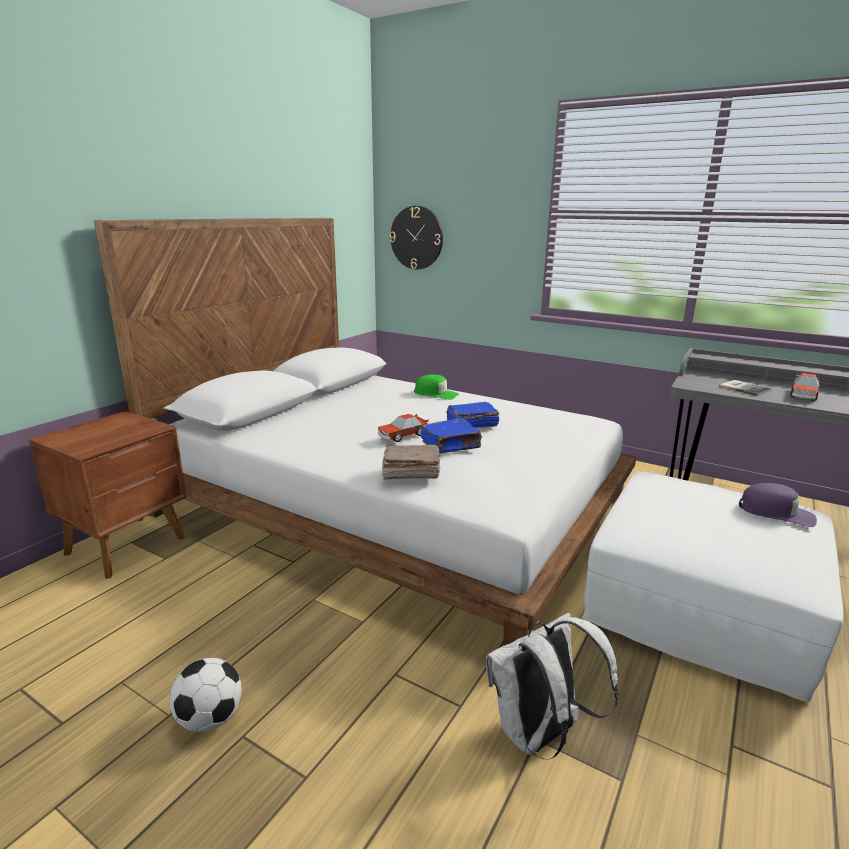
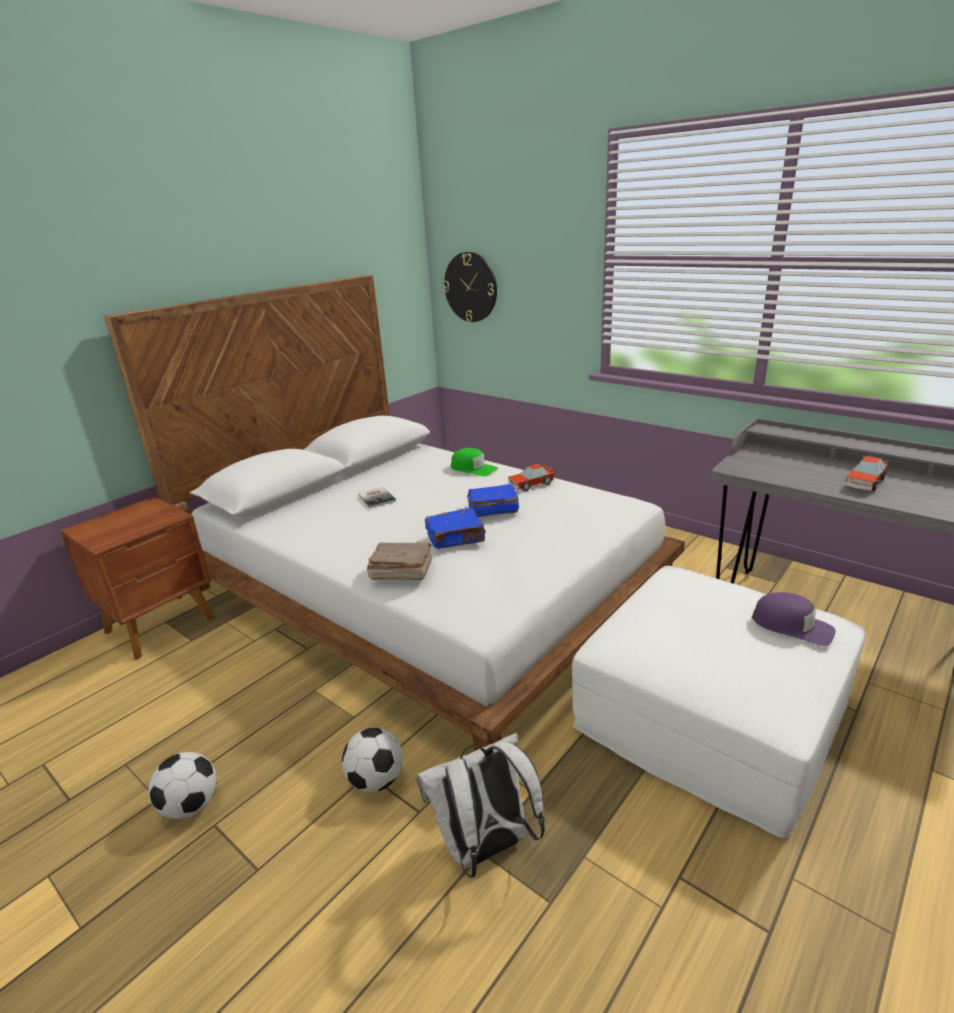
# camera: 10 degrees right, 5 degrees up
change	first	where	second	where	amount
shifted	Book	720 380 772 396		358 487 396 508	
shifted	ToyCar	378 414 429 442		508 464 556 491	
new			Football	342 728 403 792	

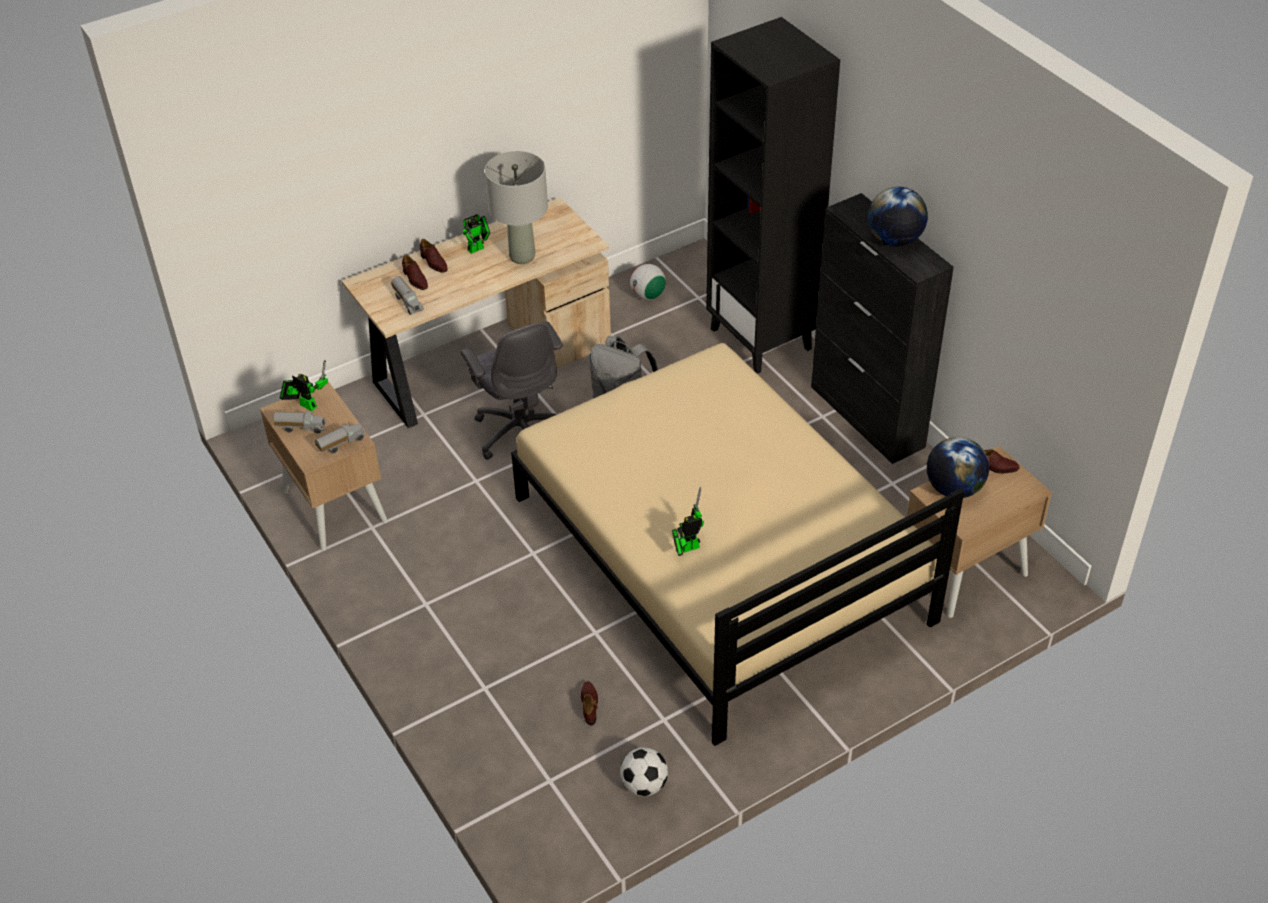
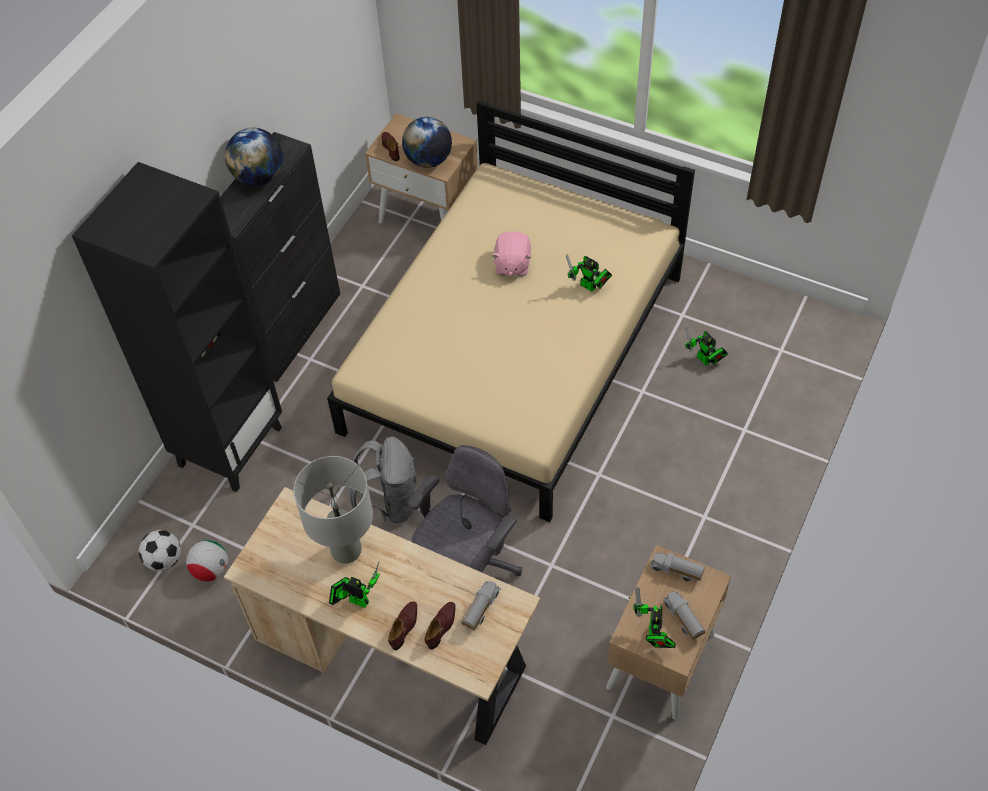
# camera: 120 degrees left, 10 degrees up
change	first	where	second	where	amount
swapped	BrownShoe	581 681 598 725	ToyRobot	685 326 728 365	
shifted	Football	620 747 668 796		139 530 181 571	
new			PinkPlushToy	492 231 531 276	

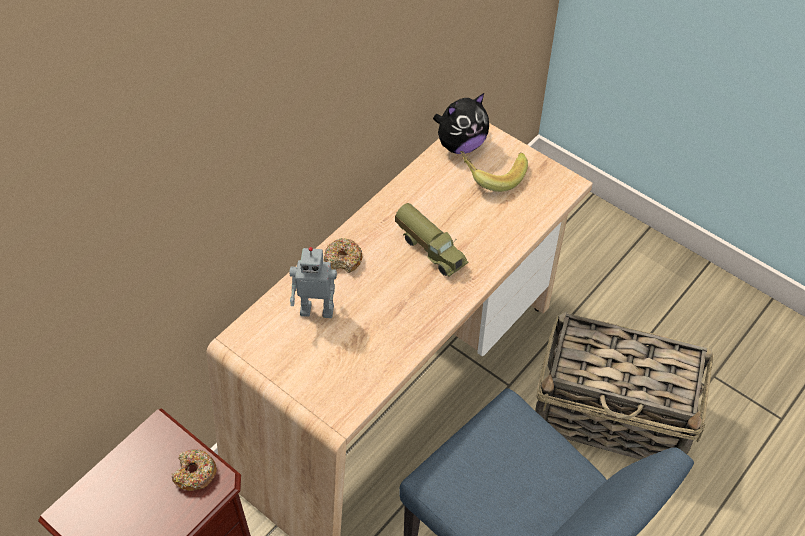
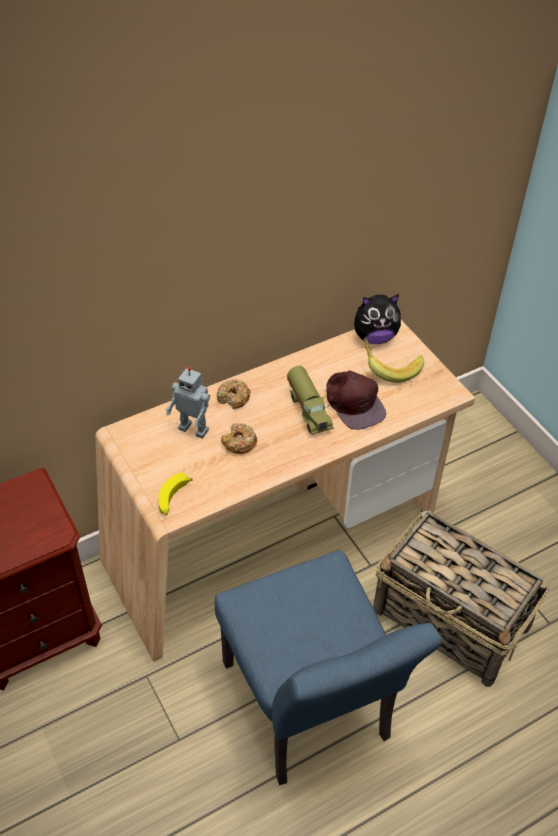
# camera: 20 degrees right, 5 degrees down
change	first	where	second	where	amount
shifted	Donut	172 449 217 491		221 423 257 454	
new			BrownCap	326 370 386 430	
new			Banana	158 473 193 515	

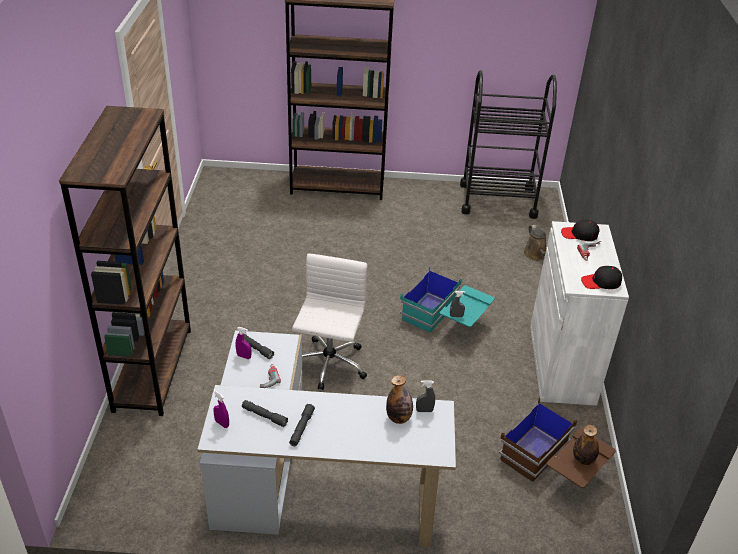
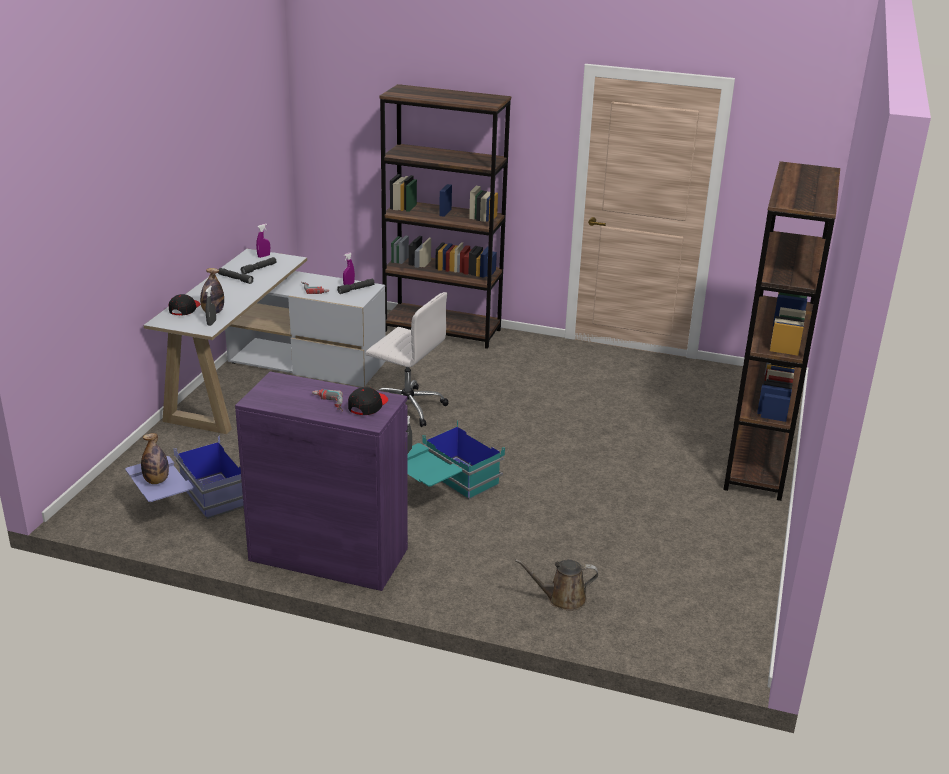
# camera: 105 degrees right, 10 degrees down
change	first	where	second	where	amount
gone	BlackCart	460 70 557 219			
repainted	WhiteCabinet	530 221 629 406	PurpleCabinet	235 371 408 591	
shifted	BlackCap	581 266 622 289		169 294 200 315	
repainted	BrownStorageBox	499 397 616 488	BlueStorageBox	125 436 244 519	

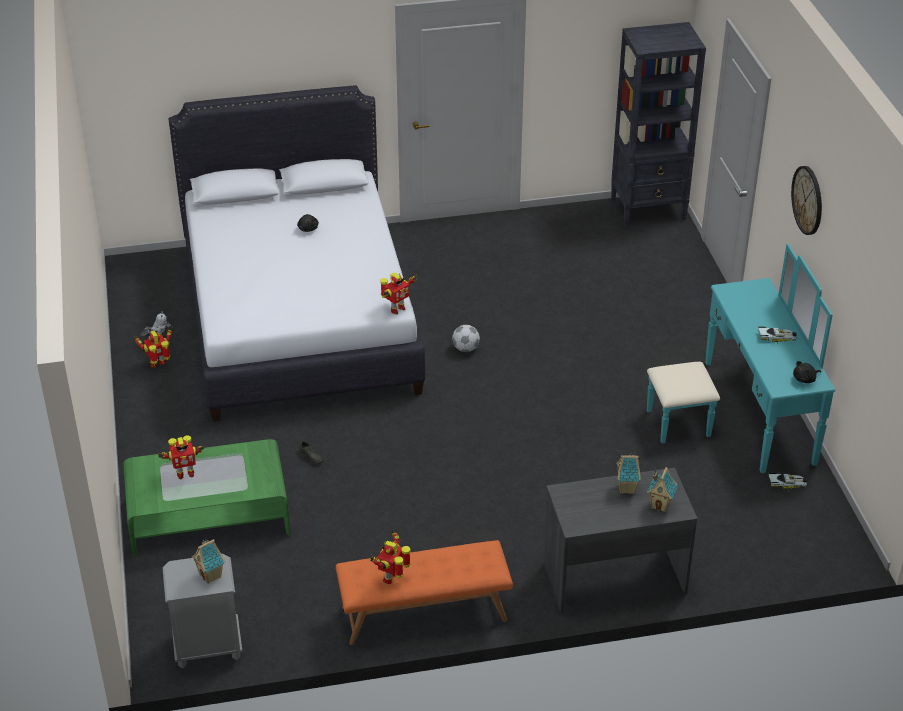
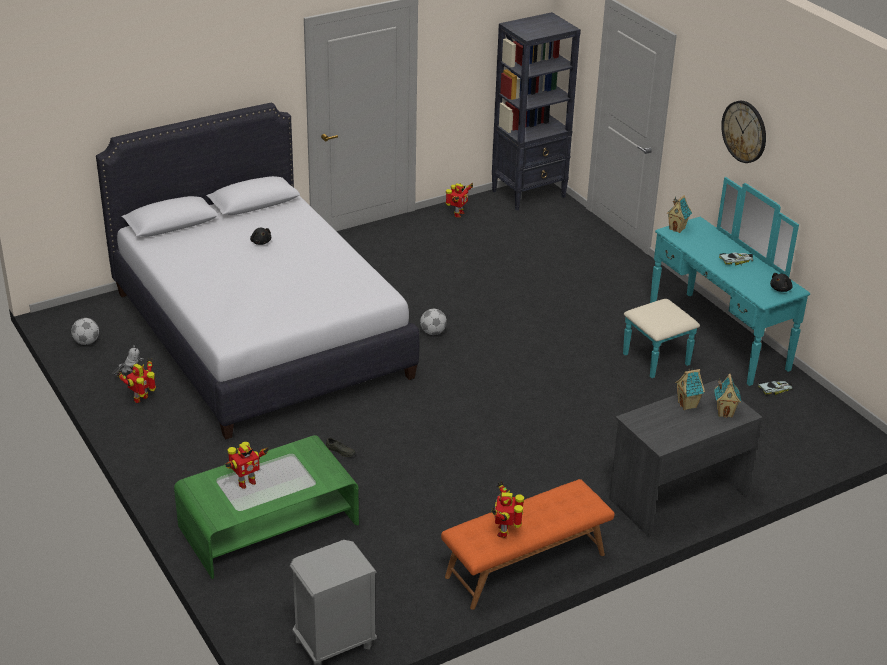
# camera: 20 degrees left, 5 degrees down
change	first	where	second	where	amount
shifted	ToyRobot	380 273 418 314		446 183 473 218	
shifted	ToyHouse	192 538 225 584		666 195 692 233	
new			Football	71 318 99 345	

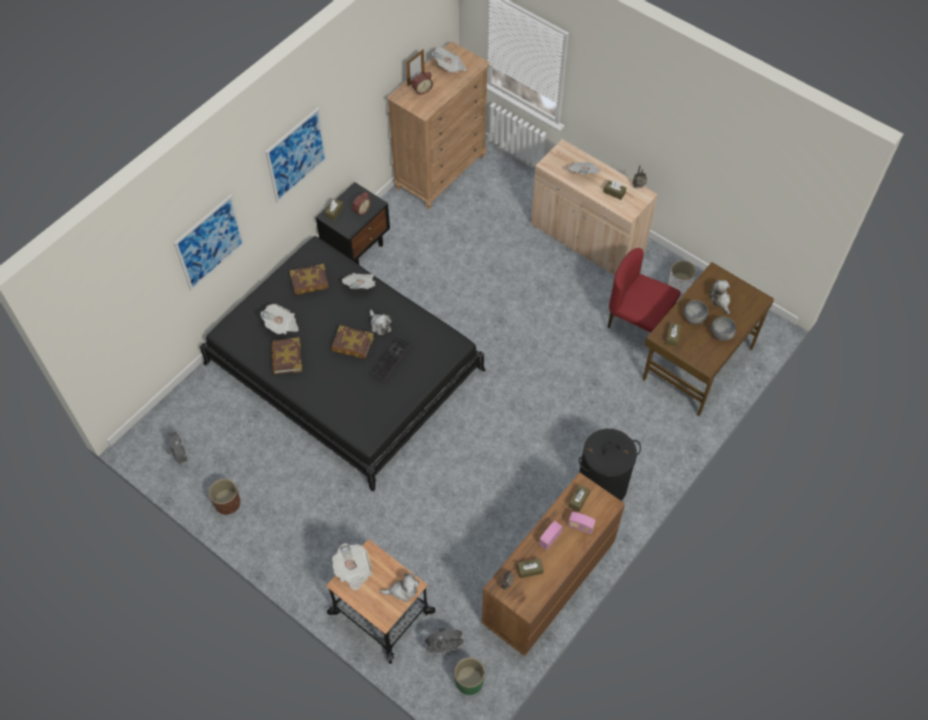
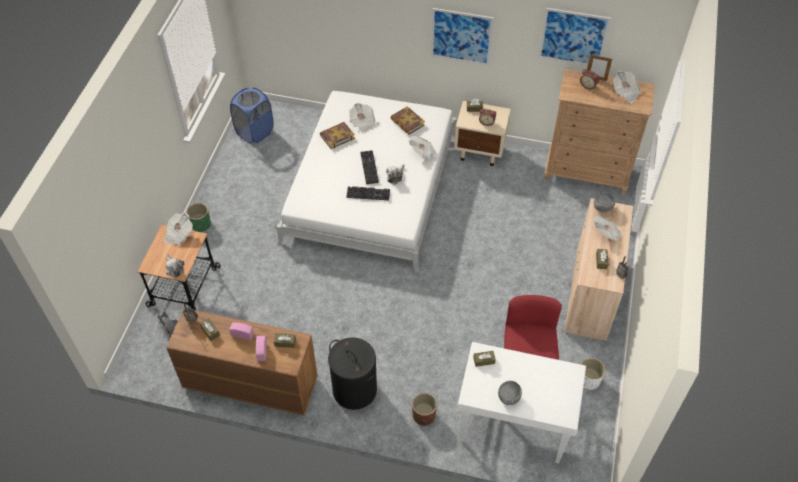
# camera: 65 degrees right, 5 degrees down
change	first	where	second	where	amount
repainted	BlackNightstand	316 182 390 265	BeigeNightstand	454 101 511 166	
shifted	Picture	174 195 245 291		538 8 611 66	
repainted	BlackBed	199 236 486 492	WhiteBed	276 91 457 272	
repainted	BrownDesk	643 262 774 416	WhiteDesk	457 342 586 463	
gone	PlushToy	709 280 730 315			
shifted	GreyBowl	684 300 708 324		594 192 615 212	
swapped	Book	331 326 374 359	Keyboard	360 150 379 184	
swapped	GreyFan	166 427 191 465	BlueLaundryBasket	230 88 274 144	
shifted	BrownPlanter	209 479 240 515		412 393 437 426	
shifted	GreenPlanter	454 657 485 695		186 203 211 232	

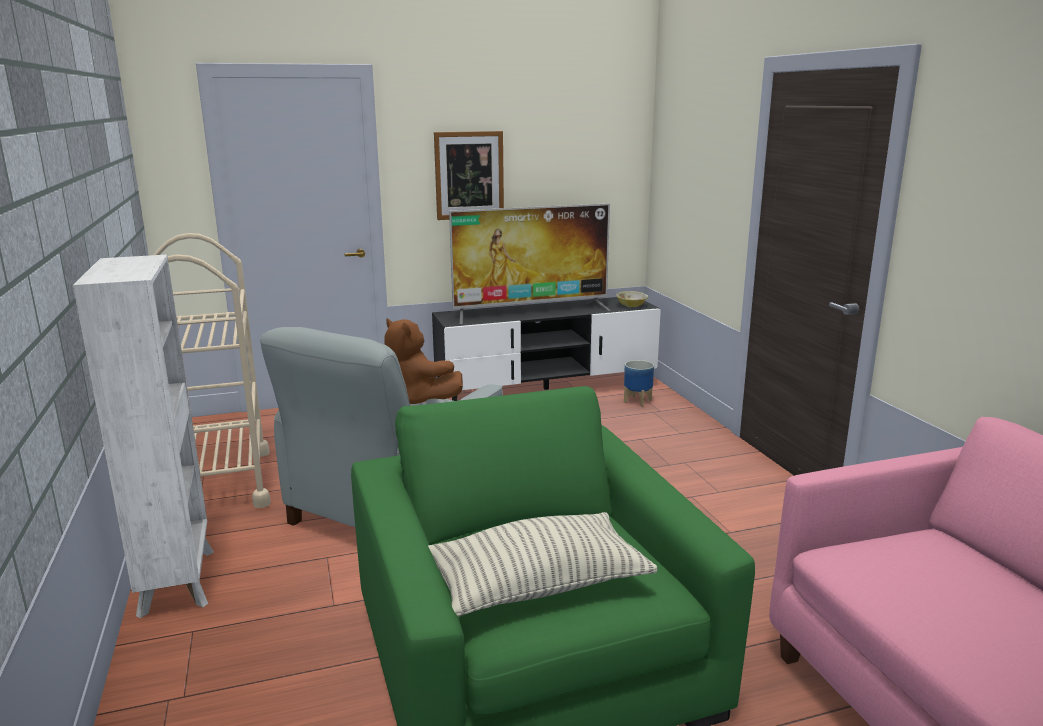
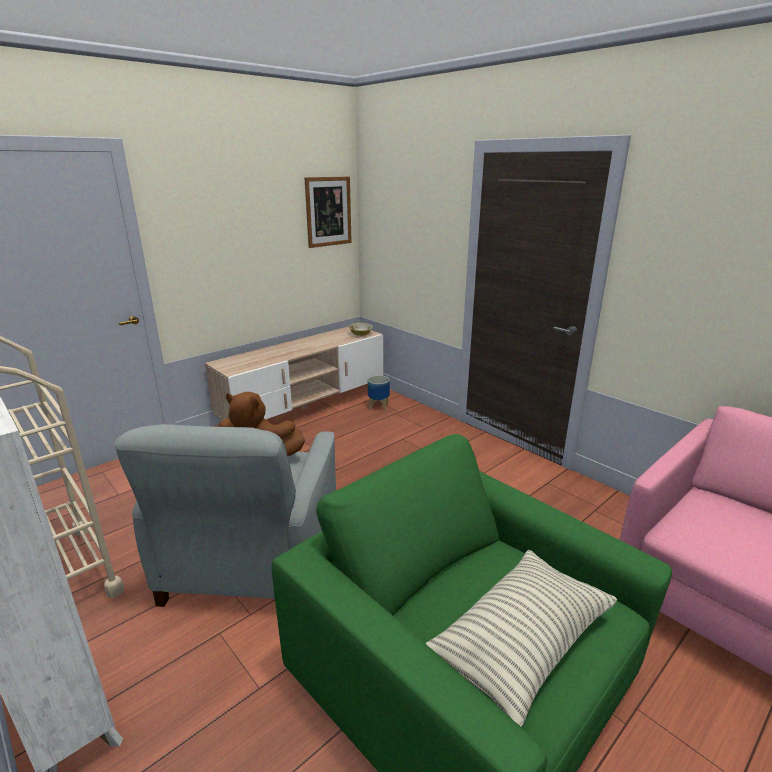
# camera: 25 degrees left, 5 degrees up
change	first	where	second	where	amount
shifted	Picture	434 131 504 220		305 176 352 248	
gone	Television	449 203 611 324			
repainted	BlackTvStand	432 297 661 401	BeigeTvStand	205 327 383 421	

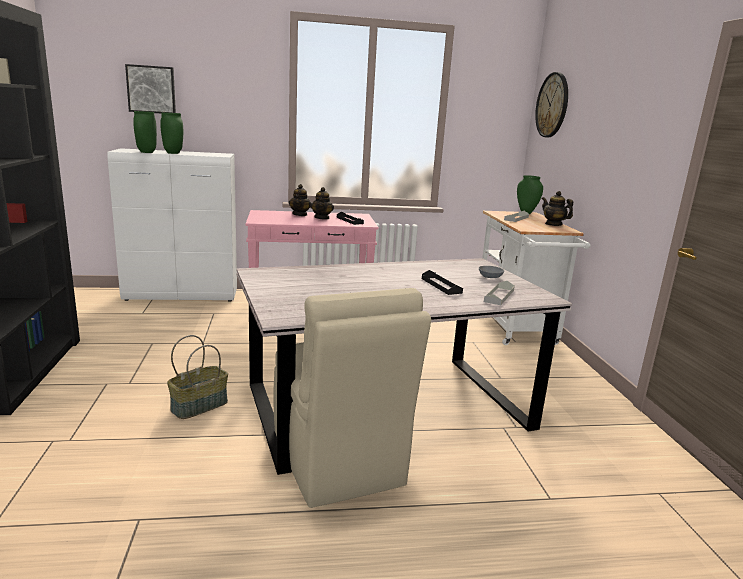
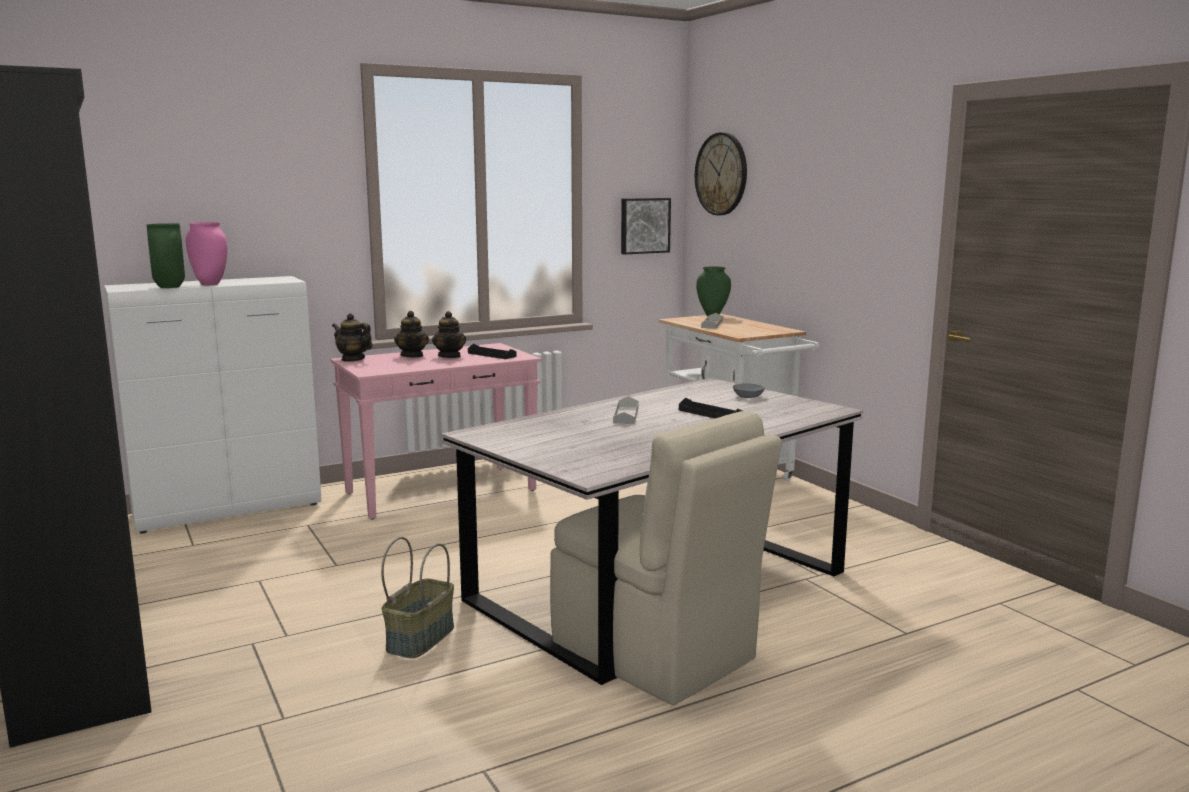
# camera: 20 degrees left, 5 degrees down
change	first	where	second	where	amount
shifted	Picture	125 64 176 113		621 198 671 255	
repainted	GreenVase	160 112 183 154	PinkVase	186 222 228 285	
shifted	Teapot	542 191 573 226		332 313 373 362	
shifted	GreyTray	484 281 515 305		613 396 638 424	

